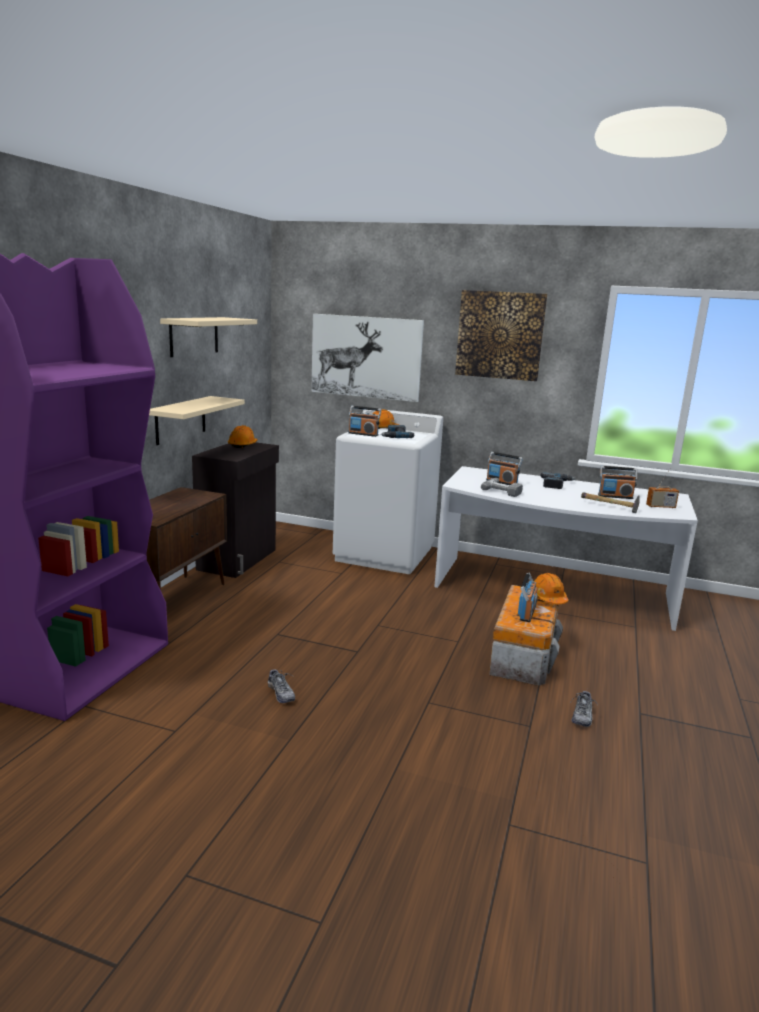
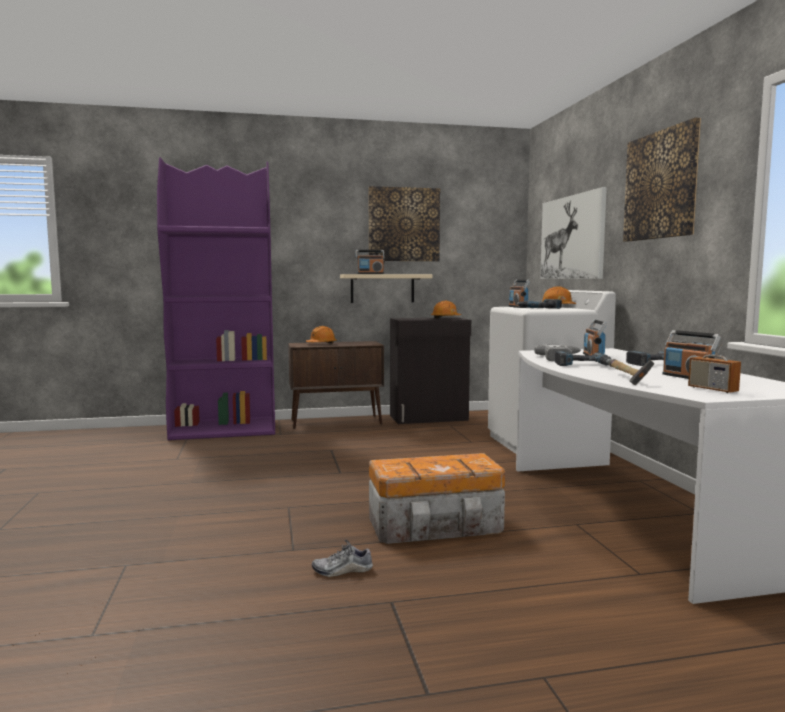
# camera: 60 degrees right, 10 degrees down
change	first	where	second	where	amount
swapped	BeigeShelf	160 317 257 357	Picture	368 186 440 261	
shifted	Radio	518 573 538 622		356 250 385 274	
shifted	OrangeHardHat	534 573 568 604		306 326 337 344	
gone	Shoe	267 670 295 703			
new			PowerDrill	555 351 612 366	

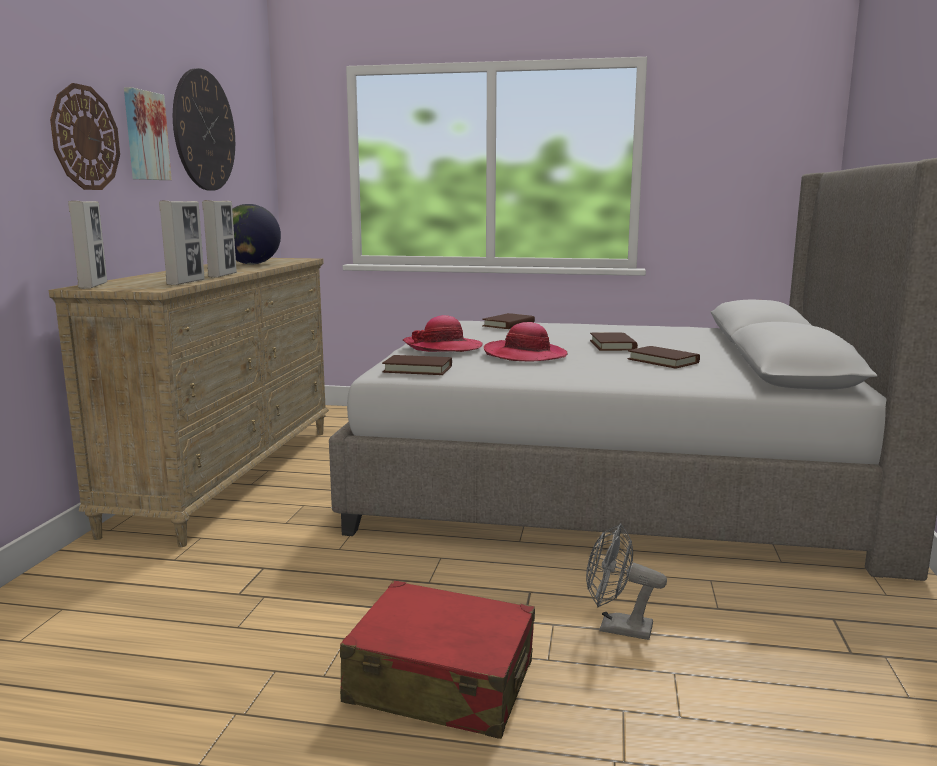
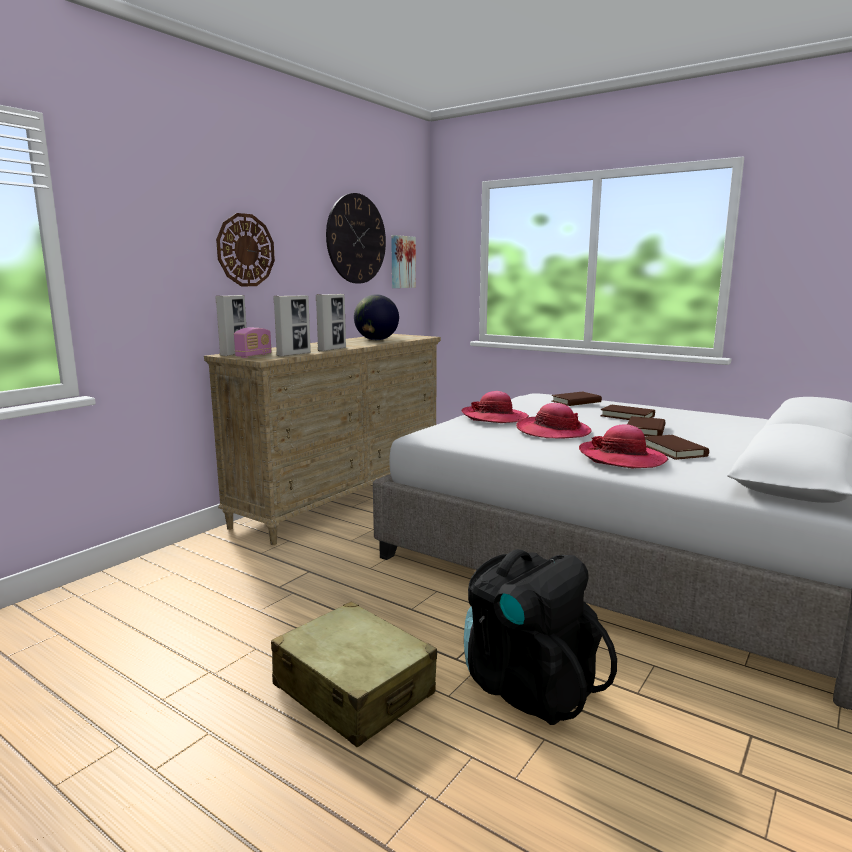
# camera: 25 degrees right, 0 degrees up
change	first	where	second	where	amount
shifted	Picture	124 87 172 180		391 235 416 288	
shifted	BrownBook	382 355 452 375		600 405 655 420	
swapped	GreyFan	586 523 667 640	BlackBackpack	464 549 617 725	
repainted	RedSuitcase	340 580 535 739	BeigeSuitcase	271 601 437 748	
new			Radio	234 327 272 358	
new			Hat	579 424 668 468	

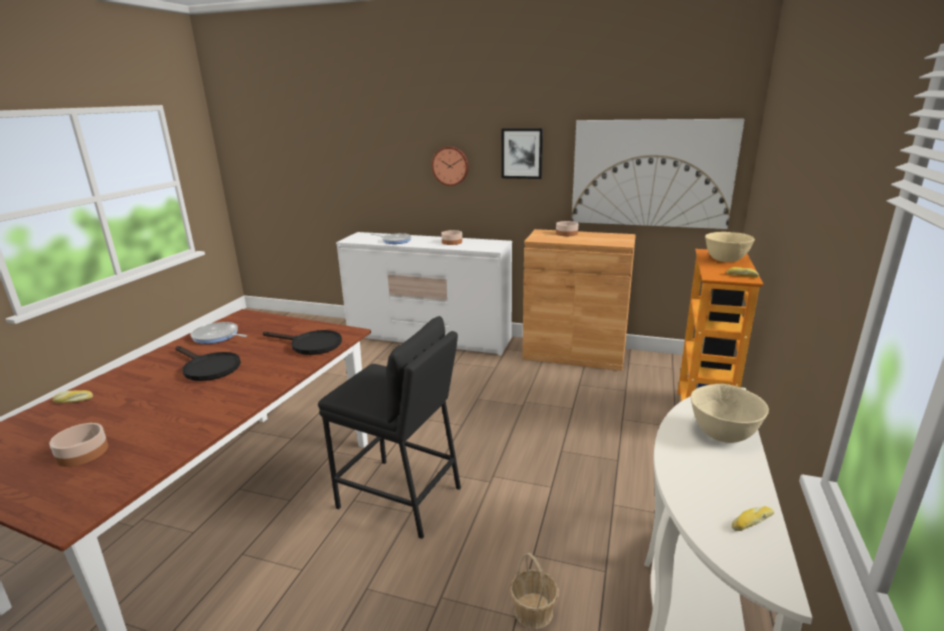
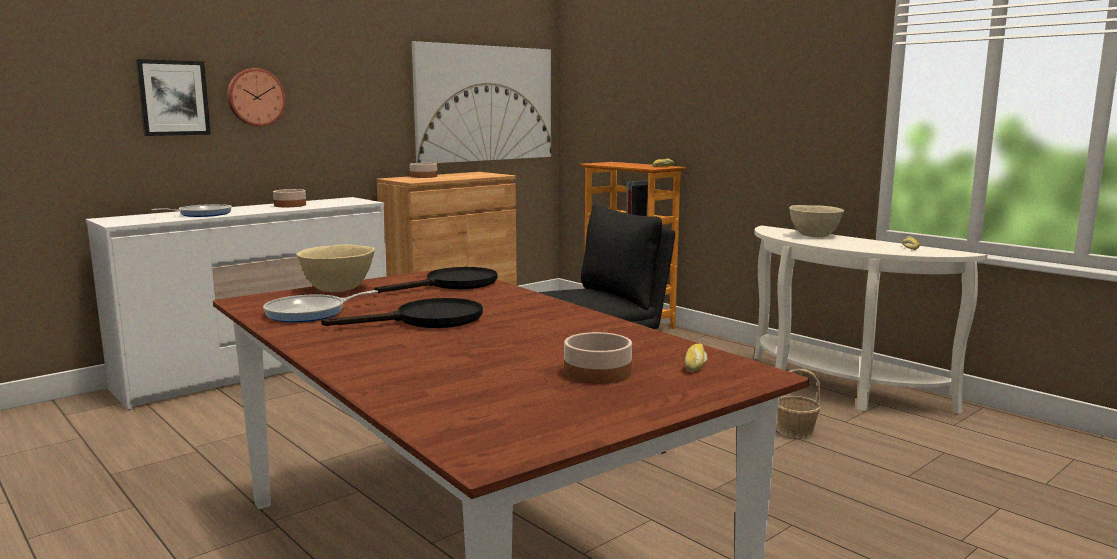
# camera: 60 degrees left, 10 degrees down
change	first	where	second	where	amount
shifted	Picture	501 128 543 179		136 59 211 136	
shifted	BeigeBowl	705 232 755 262		297 244 375 292	
shifted	Bread	53 390 93 403		685 344 707 372	

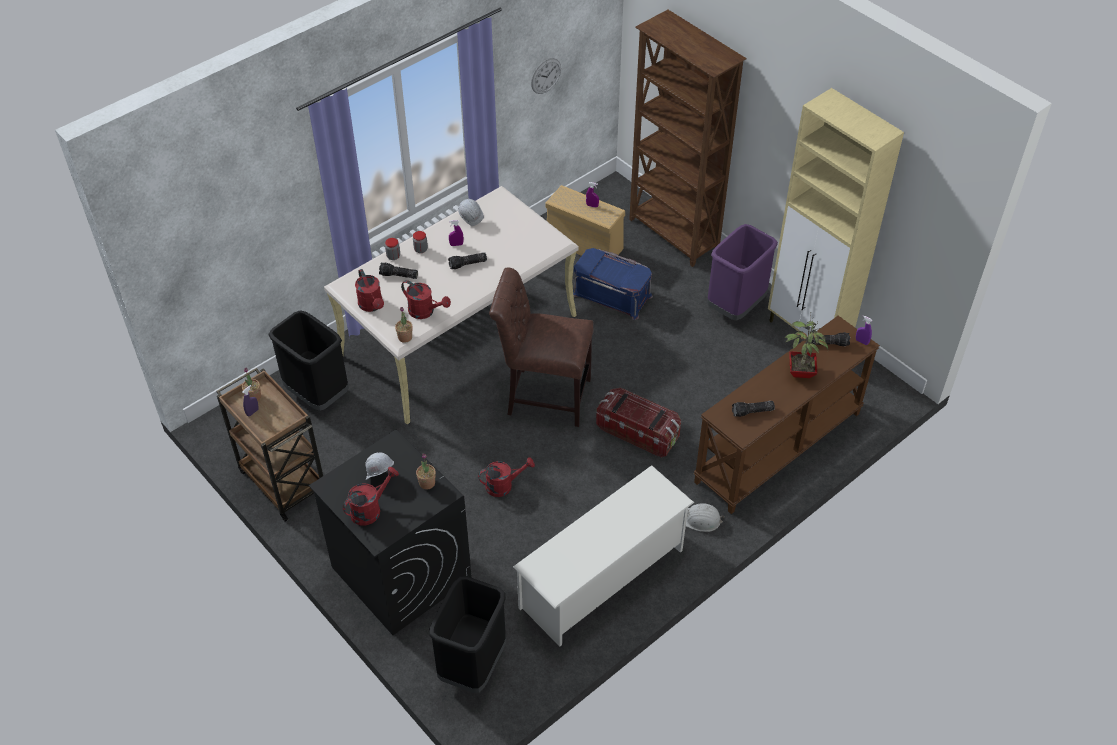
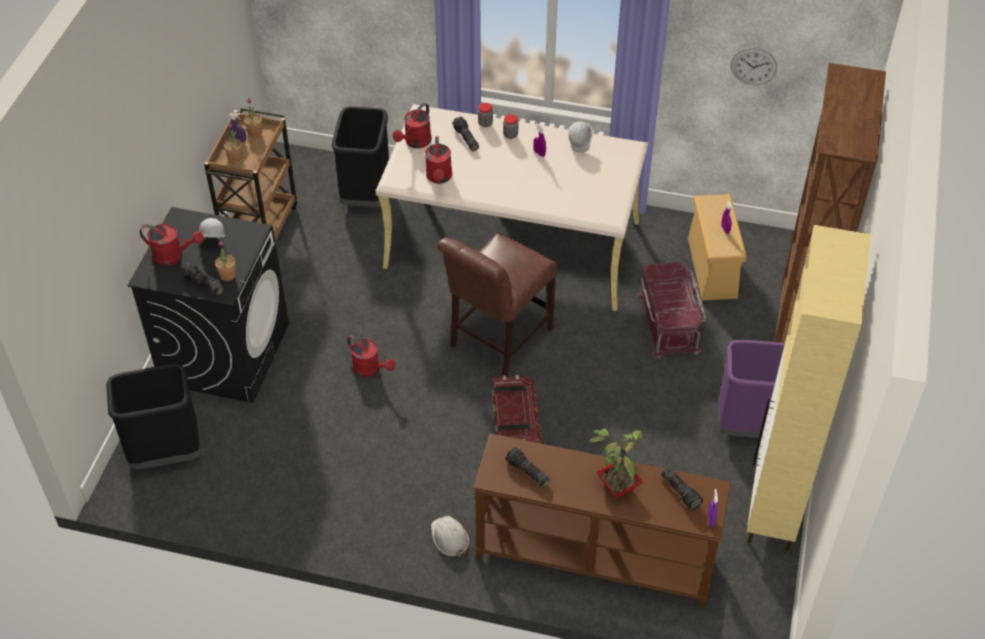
# camera: 55 degrees right, 0 degrees up
change	first	where	second	where	amount
repainted	BlueStorageBox	573 248 653 320	RedStorageBox	637 262 706 358	
shifted	Flashlight	448 252 487 269		182 263 224 296	
rotated	BrownChair	489 268 594 427		437 232 558 377	120 degrees counterclockwise
shifted	PottedPlant	395 307 413 343		224 123 243 162	
gone	WhiteShoeRack	513 465 694 647			

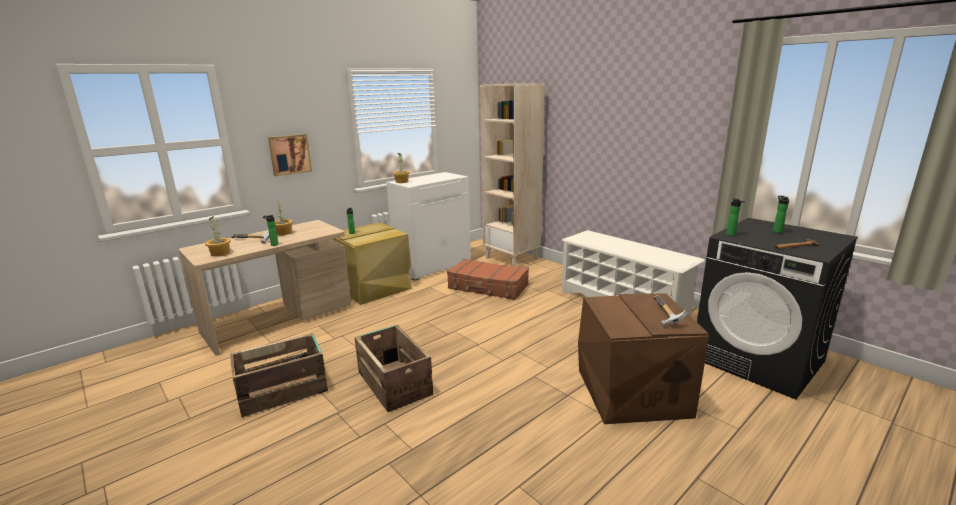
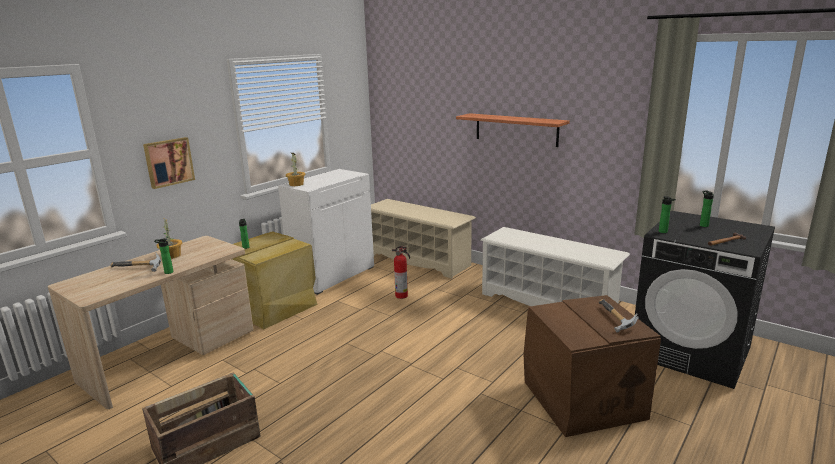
# camera: 10 degrees left, 0 degrees up
change	first	where	second	where	amount
swapped	BeigeBookcase	480 83 545 266	BeigeShoeRack	371 199 476 279	
gone	PottedPlant	205 216 231 256			
swapped	BrownSuitcase	447 259 529 300	FireExtinguisher	392 246 410 299	
gone	Crate	354 325 433 412			
new			Shelf	456 113 570 147	

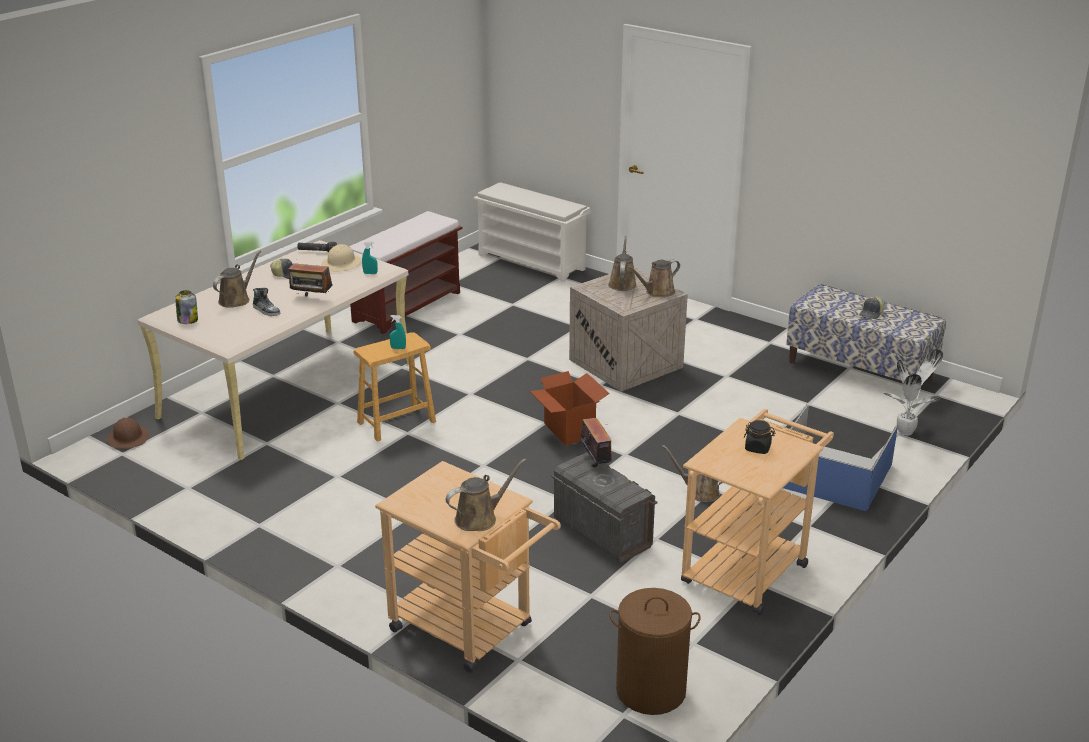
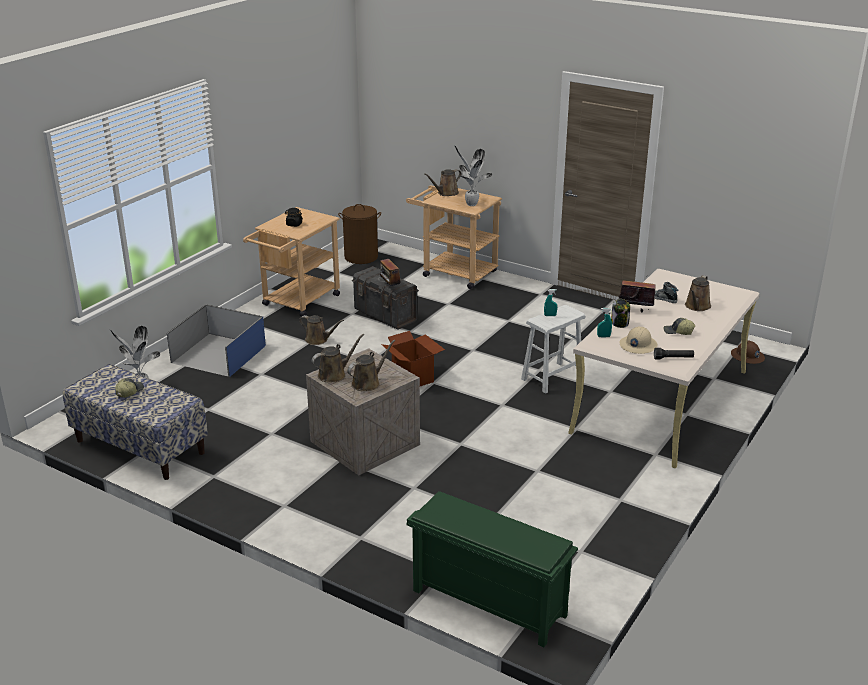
# camera: 175 degrees right, 0 degrees up
change	first	where	second	where	amount
repainted	WhiteShoeRack	474 182 591 282	GreenShoeRack	406 491 578 647	
gone	BrownBench	349 211 463 334			
rotated	BrownWateringCan	608 236 637 291		347 340 395 391	135 degrees counterclockwise
shifted	Jar	175 290 198 324		611 299 630 328	
repainted	BrownStool	353 332 436 442	WhiteStool	521 305 585 393	
new			PottedPlant	454 145 492 206	

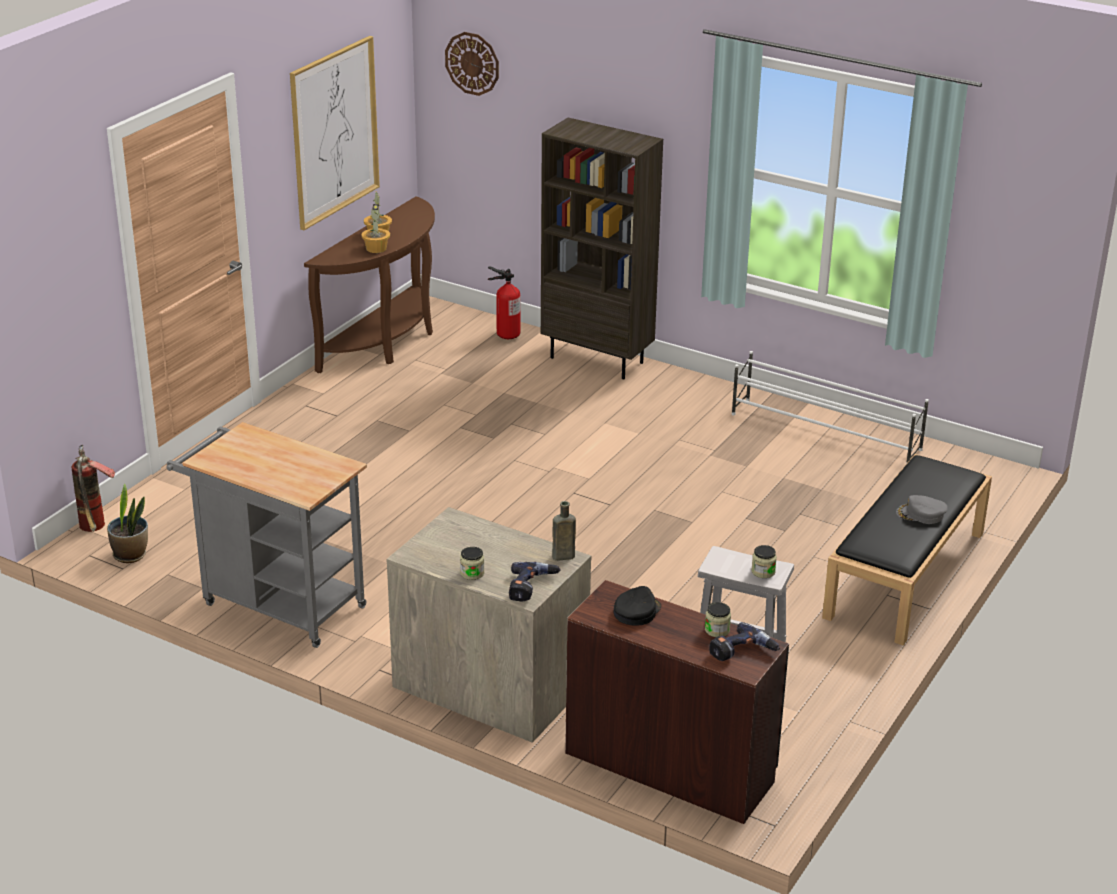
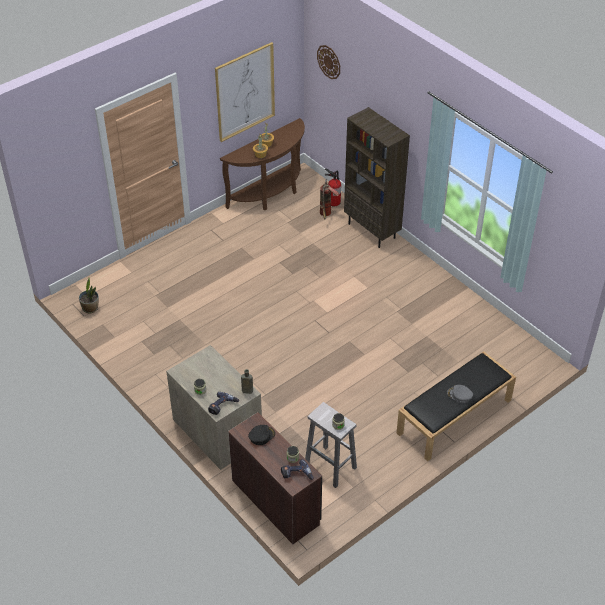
# camera: 20 degrees right, 15 degrees up
change	first	where	second	where	amount
gone	WhiteShoeRack	732 351 929 464			
gone	GreyCart	166 422 367 648			
shifted	FireExtinguisher	72 445 115 532		320 179 339 219	

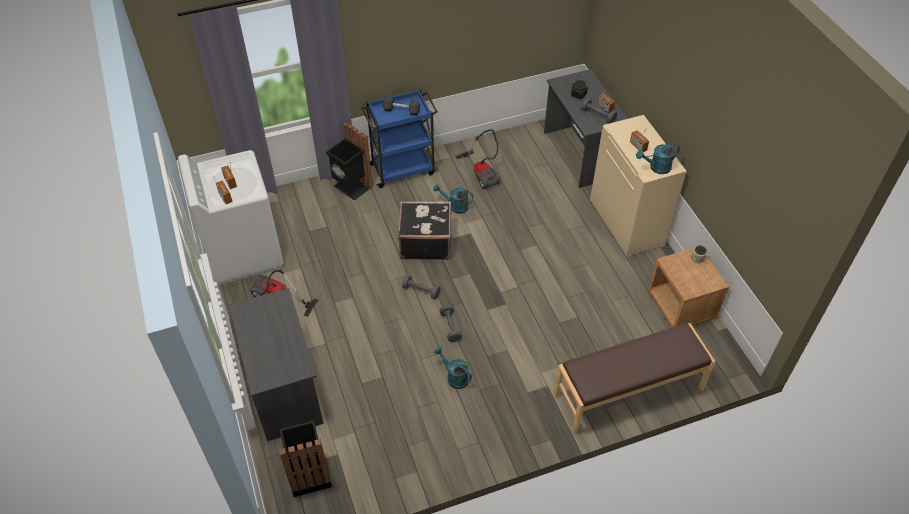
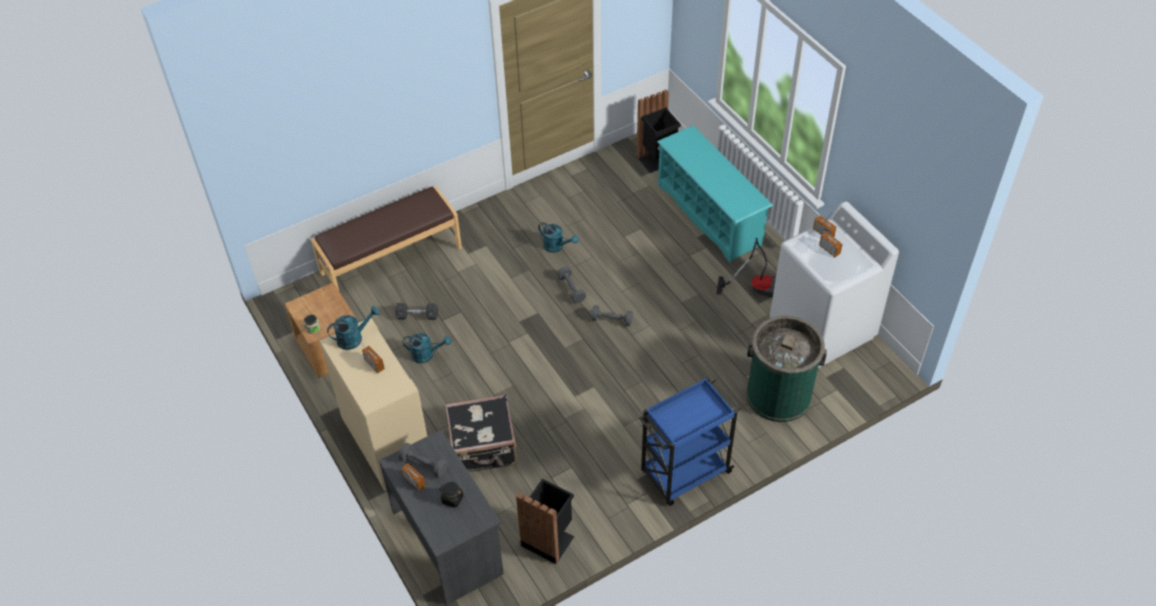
# camera: 170 degrees right, 0 degrees up
change	first	where	second	where	amount
shifted	BlackDumbbell	383 96 420 116		396 303 438 320	
shifted	BlackTrashCan	326 123 373 201		516 478 574 564	
gone	VacuumCleaner	456 129 501 190			
shifted	TurquoiseWateringCan	433 184 473 214		402 333 451 363	
shifted	BlackSuitcase	398 201 451 259		445 394 517 472	
swapped	GreyDesk	229 288 324 441	TurquoiseShoeRack	657 125 773 263	
new			GreenTrashCan	746 316 827 422	

